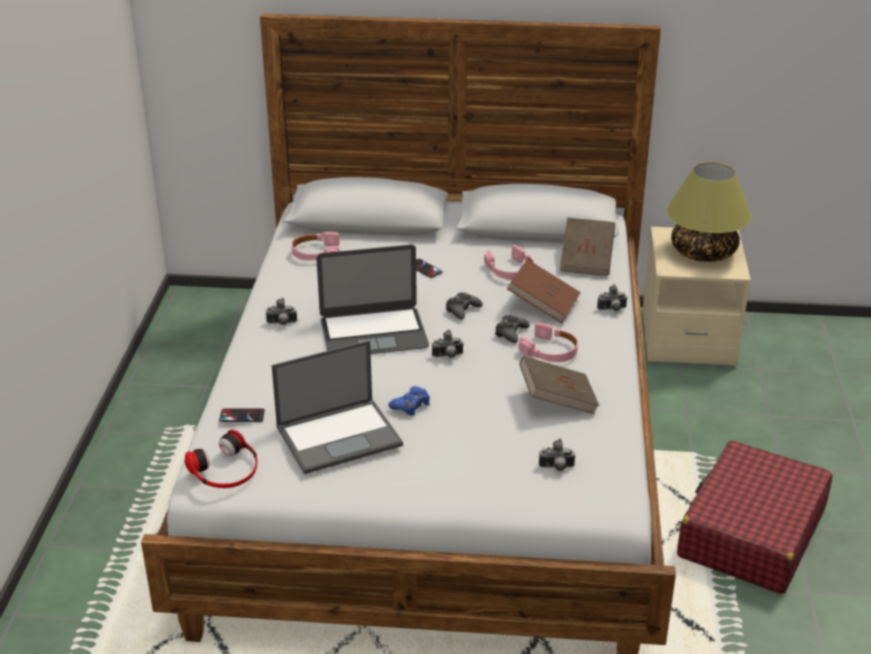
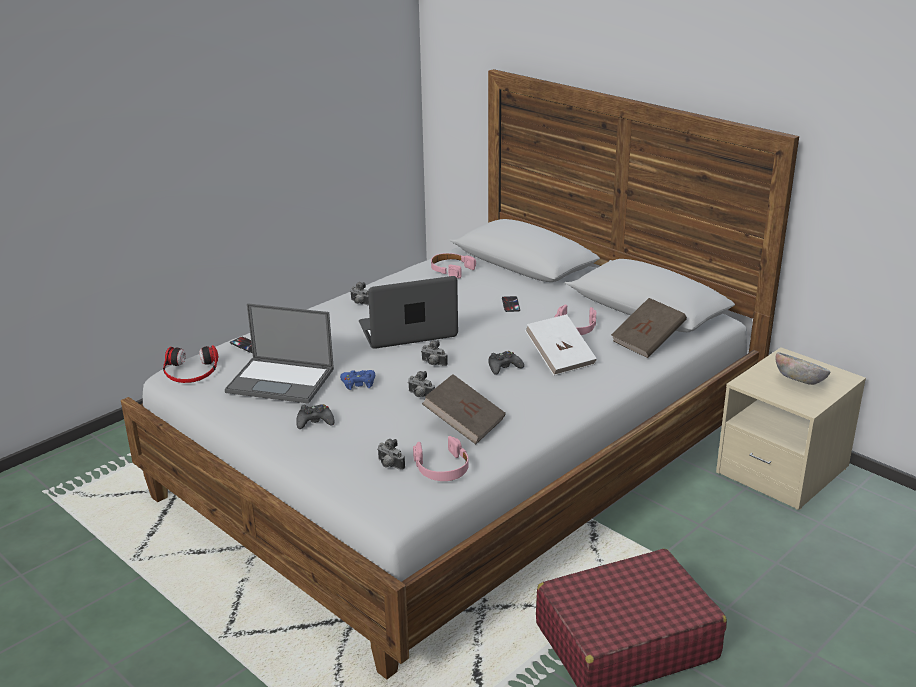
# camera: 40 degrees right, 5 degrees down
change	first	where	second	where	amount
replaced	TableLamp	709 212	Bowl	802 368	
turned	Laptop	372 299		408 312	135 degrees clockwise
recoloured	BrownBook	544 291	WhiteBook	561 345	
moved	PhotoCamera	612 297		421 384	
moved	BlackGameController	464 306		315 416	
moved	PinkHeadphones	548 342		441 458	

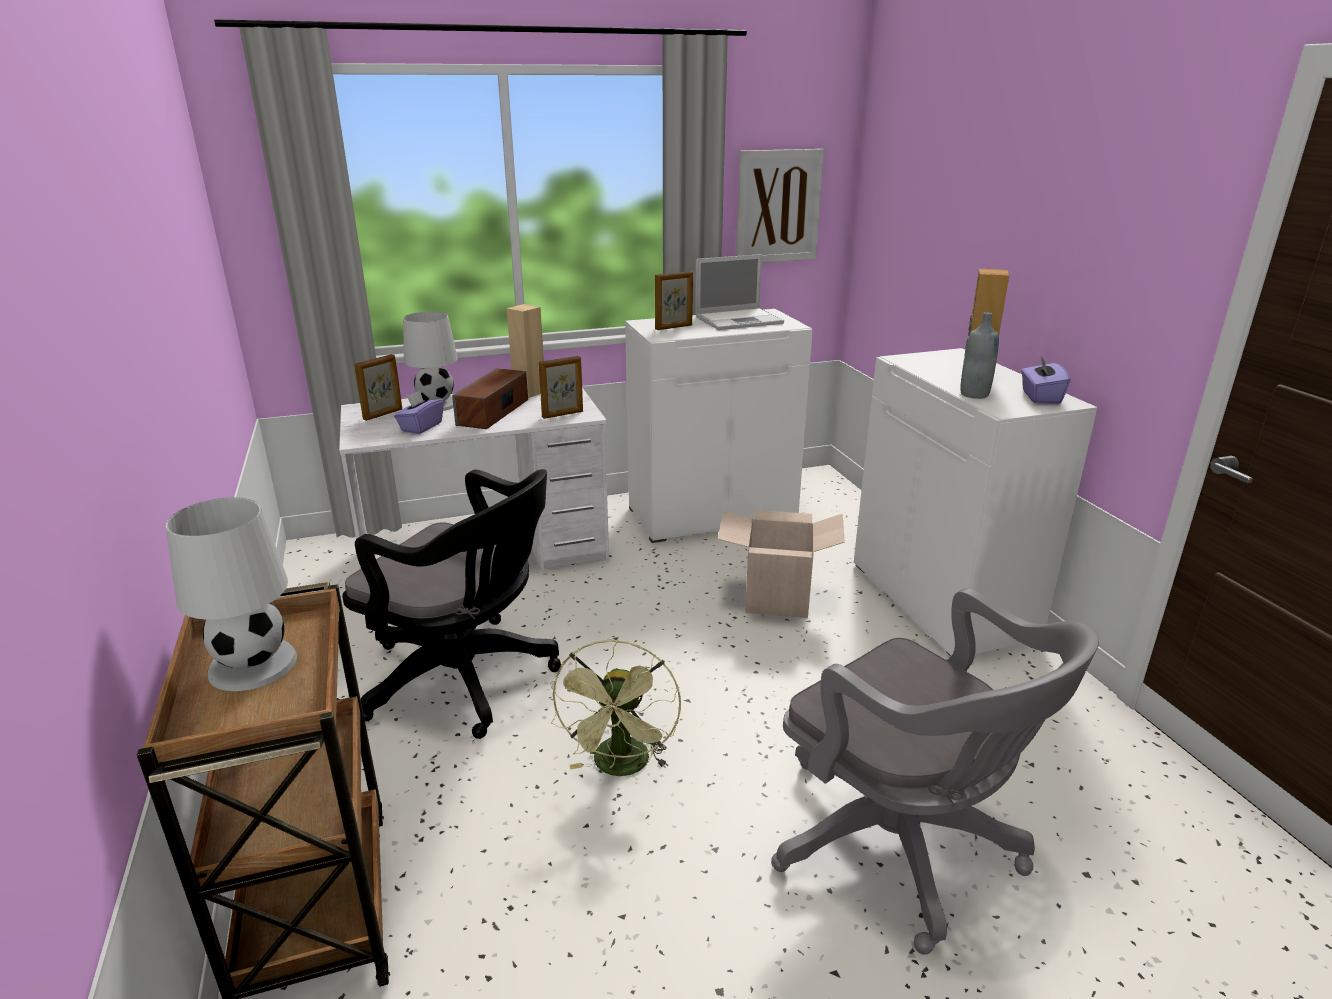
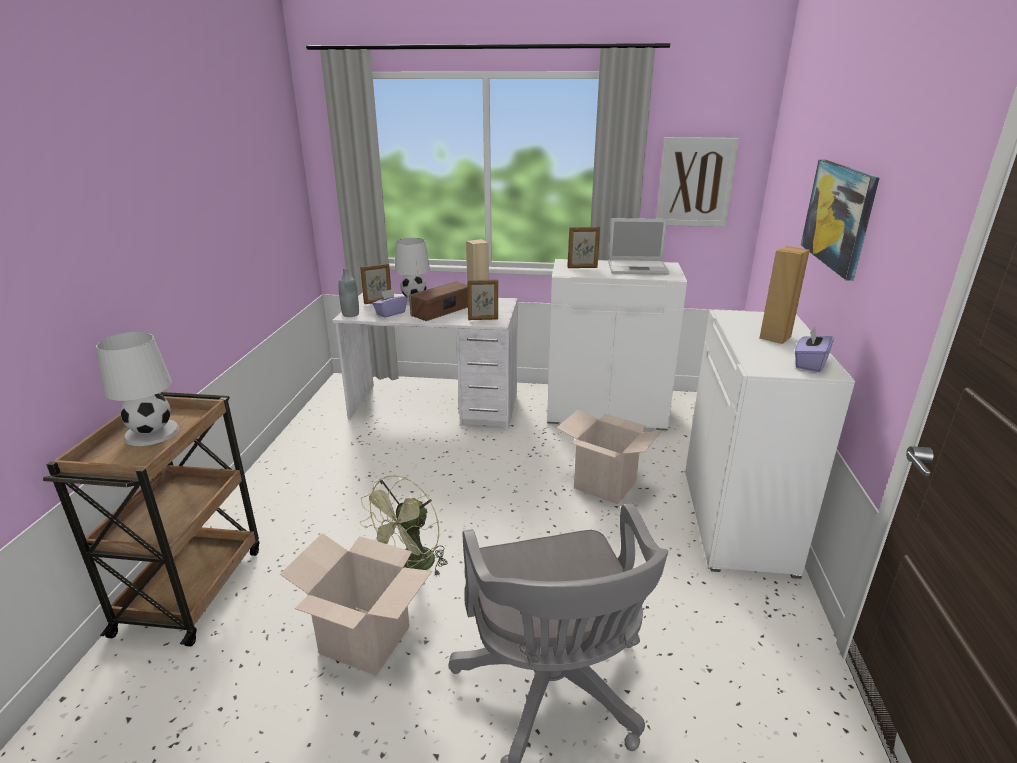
# camera: 25 degrees right, 0 degrees up
change	first	where	second	where	amount
moved	GreyBottle	979 355		348 292	
removed	BlackOfficeChair	451 604			
added			Picture	840 220	
added			CardboardBox	356 604	

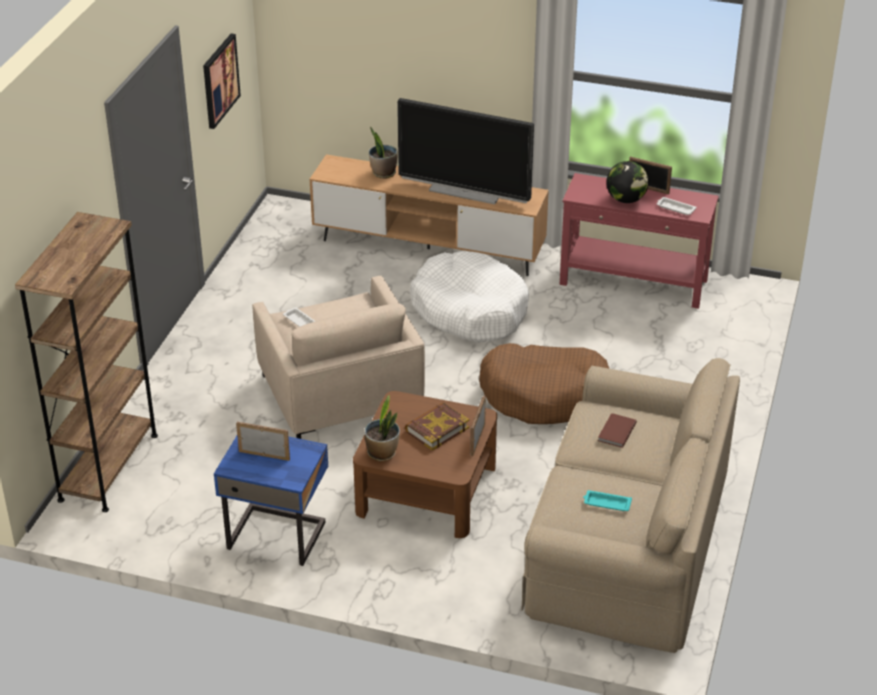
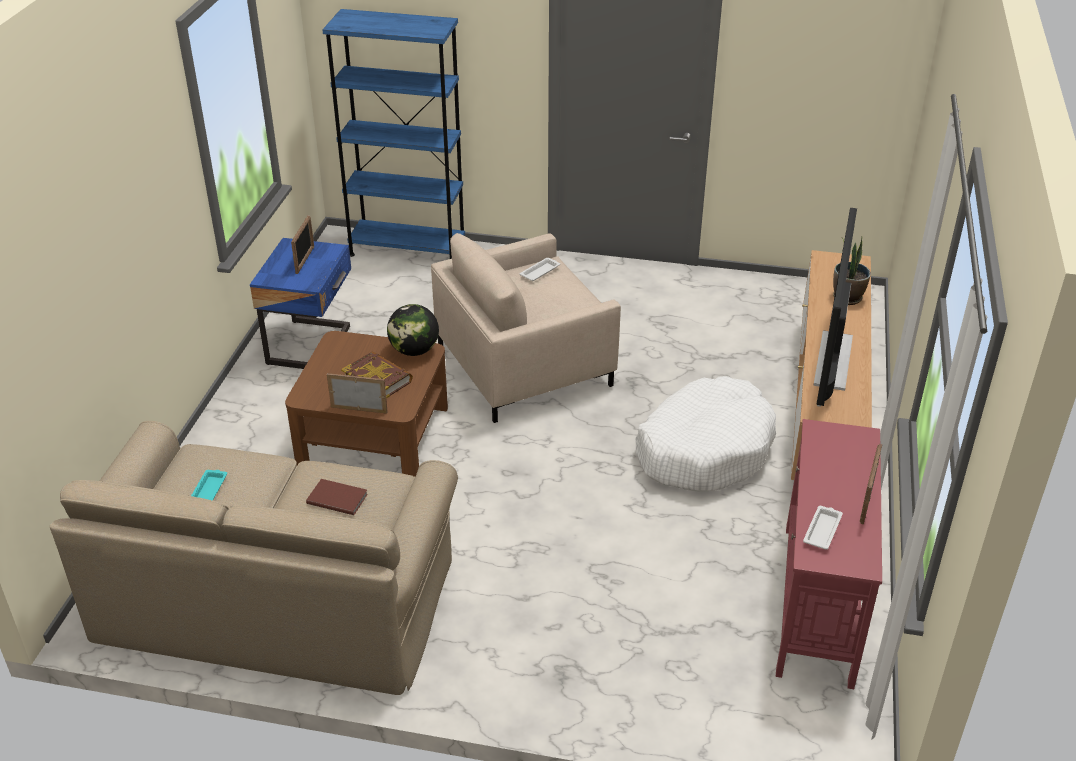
# camera: 85 degrees right, 0 degrees up
change	first	where	second	where	amount
removed	Picture	222 81			
moved	Globe	627 182		413 330	
recoloured	BrownBookcase	86 362	BlueBookcase	393 134	
removed	BrownDogBed	544 383			
removed	PottedPlant	382 428			

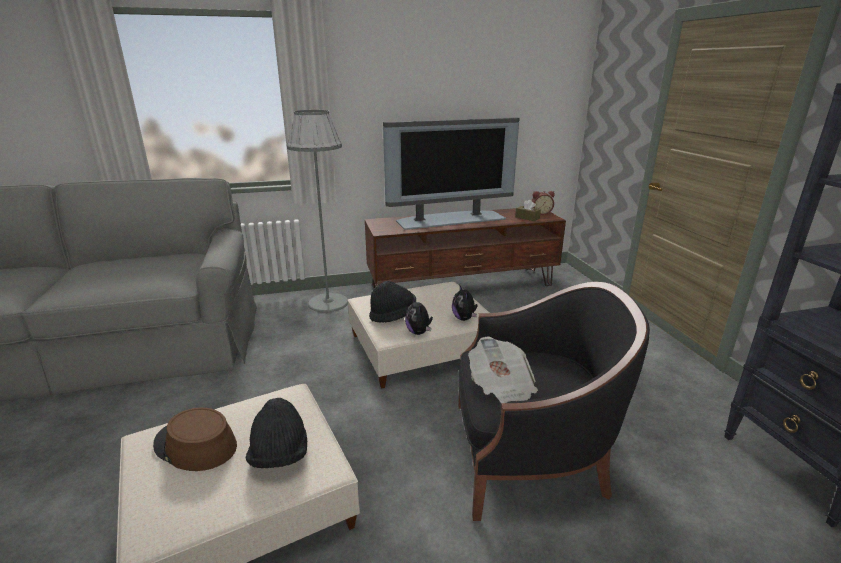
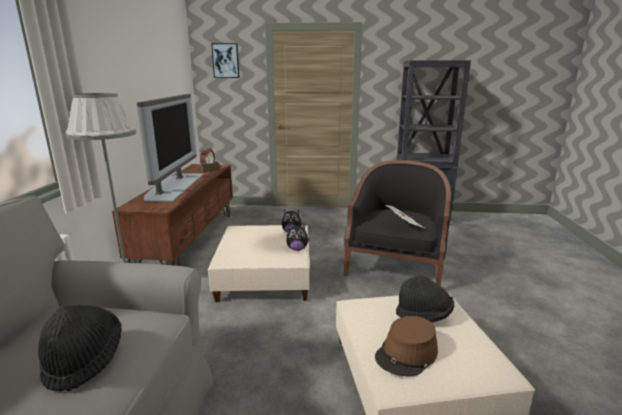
# camera: 70 degrees left, 5 degrees down
change	first	where	second	where	amount
moved	BlackHat	392 302		80 348	
added			Picture	225 60	

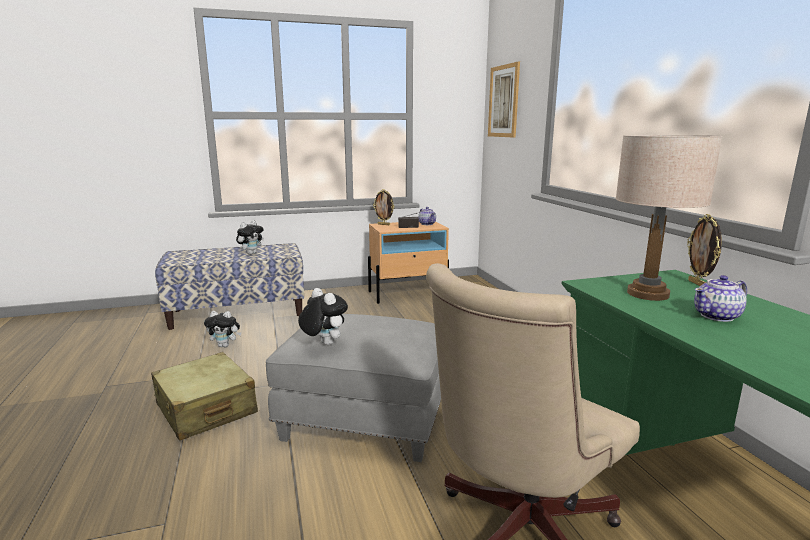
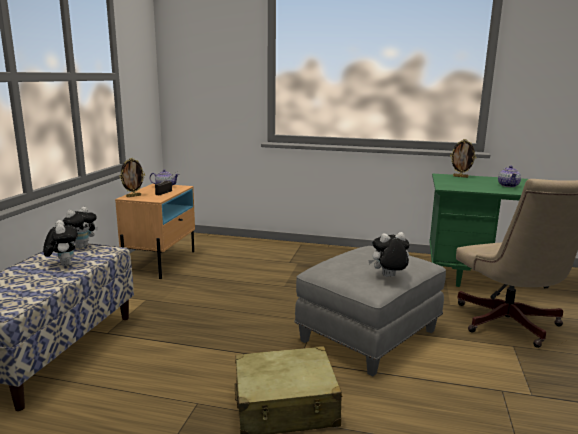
# camera: 60 degrees left, 0 degrees up
change	first	where	second	where	amount
removed	Picture	504 99			
removed	BeigeTableLamp	669 218			
moved	PlushToy	222 329		80 227	

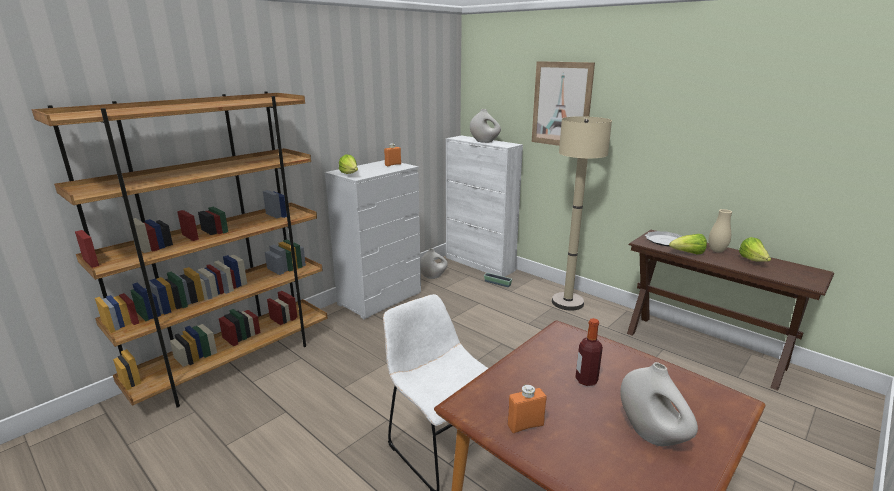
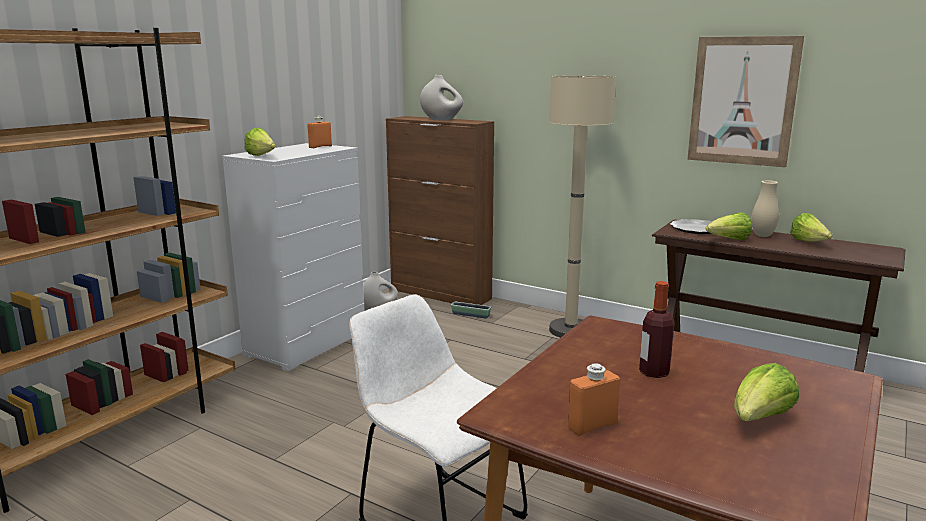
# camera: 10 degrees left, 5 degrees down
change	first	where	second	where	amount
moved	Picture	563 103		745 101	
recoloured	WhiteCabinet	484 206	BrownCabinet	440 210	
replaced	WhiteVase	659 404	Lettuce	766 392	

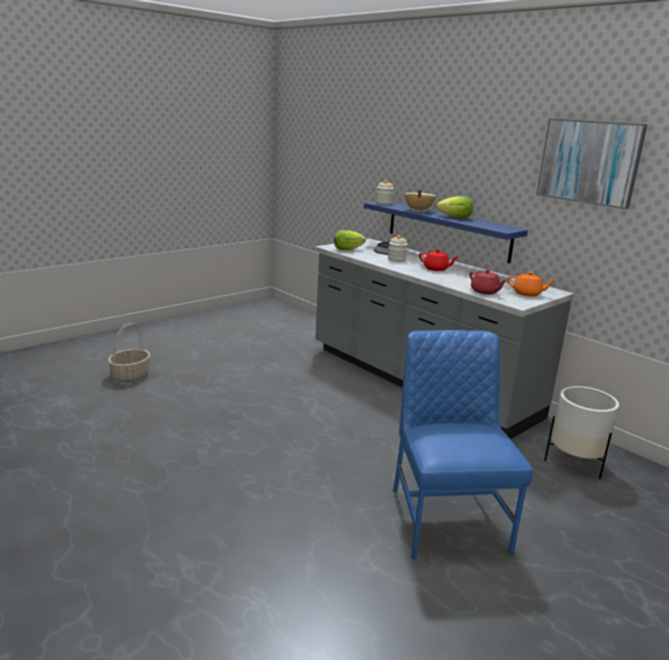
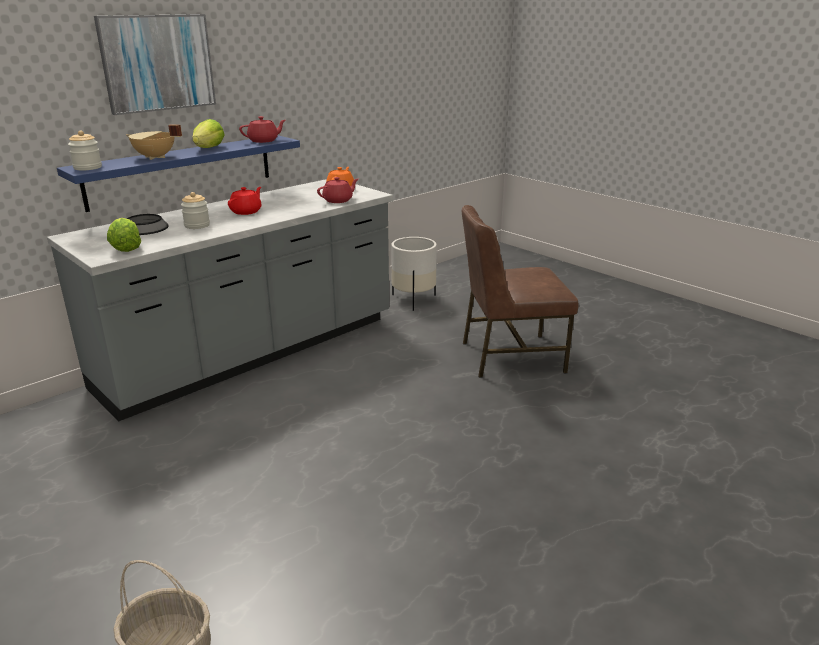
# camera: 90 degrees left, 5 degrees up
change	first	where	second	where	amount
moved	Picture	592 163		155 64	
recoloured	BlueChair	463 444	BrownChair	520 291	
added			RedTeapot	262 129	

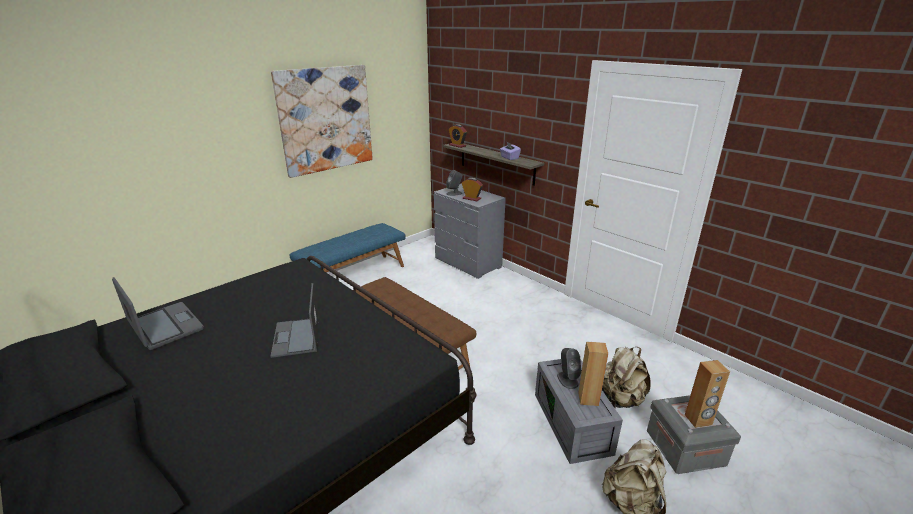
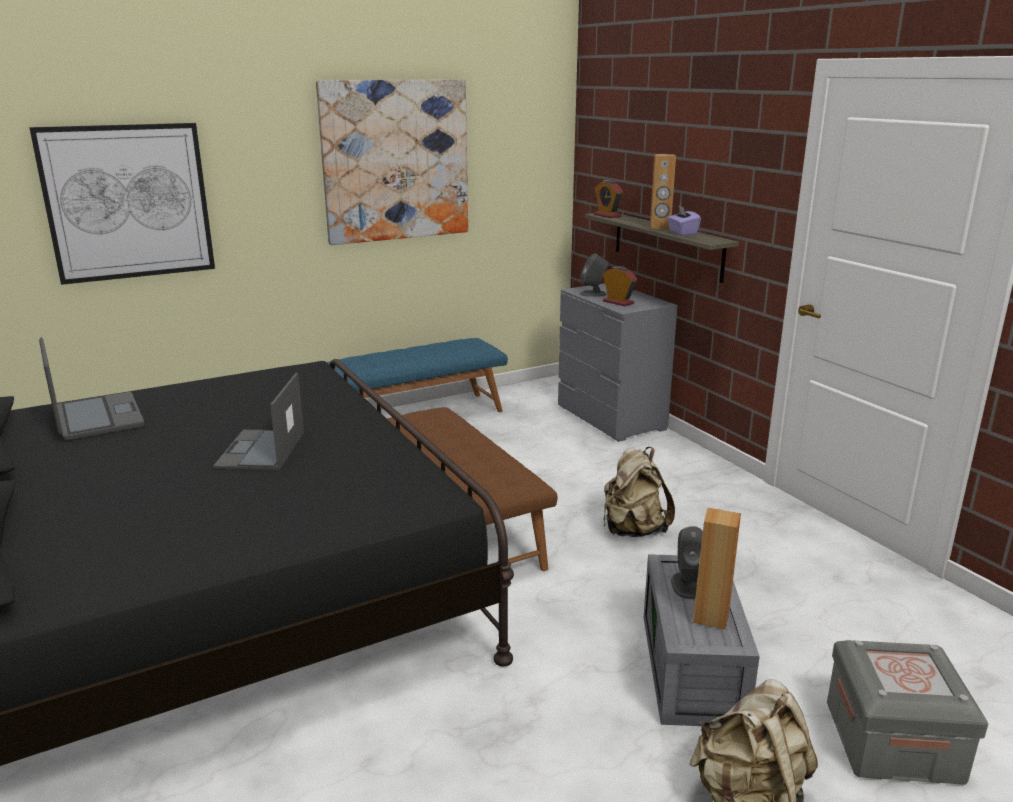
# camera: 15 degrees right, 5 degrees down
change	first	where	second	where	amount
moved	BeigeBackpack	626 377		639 492	
moved	BrownSpeaker	707 394		663 191	
added			Picture	122 204	

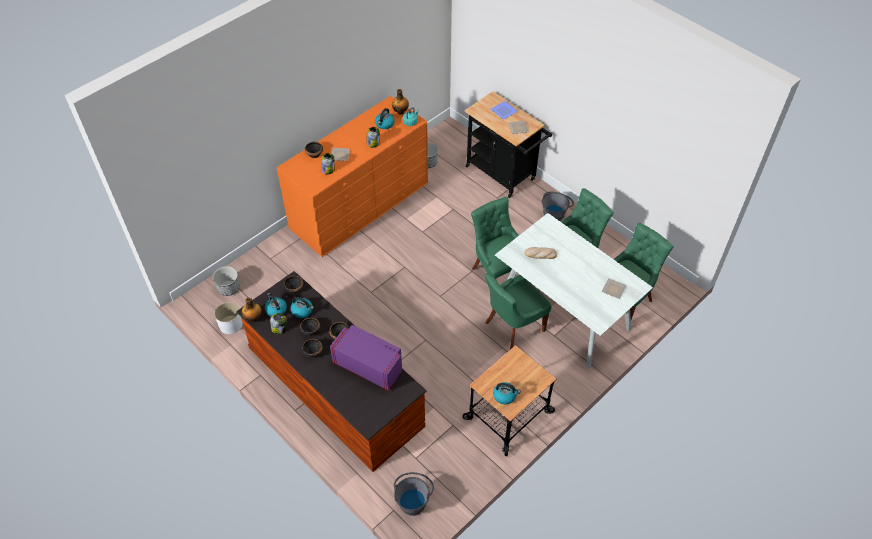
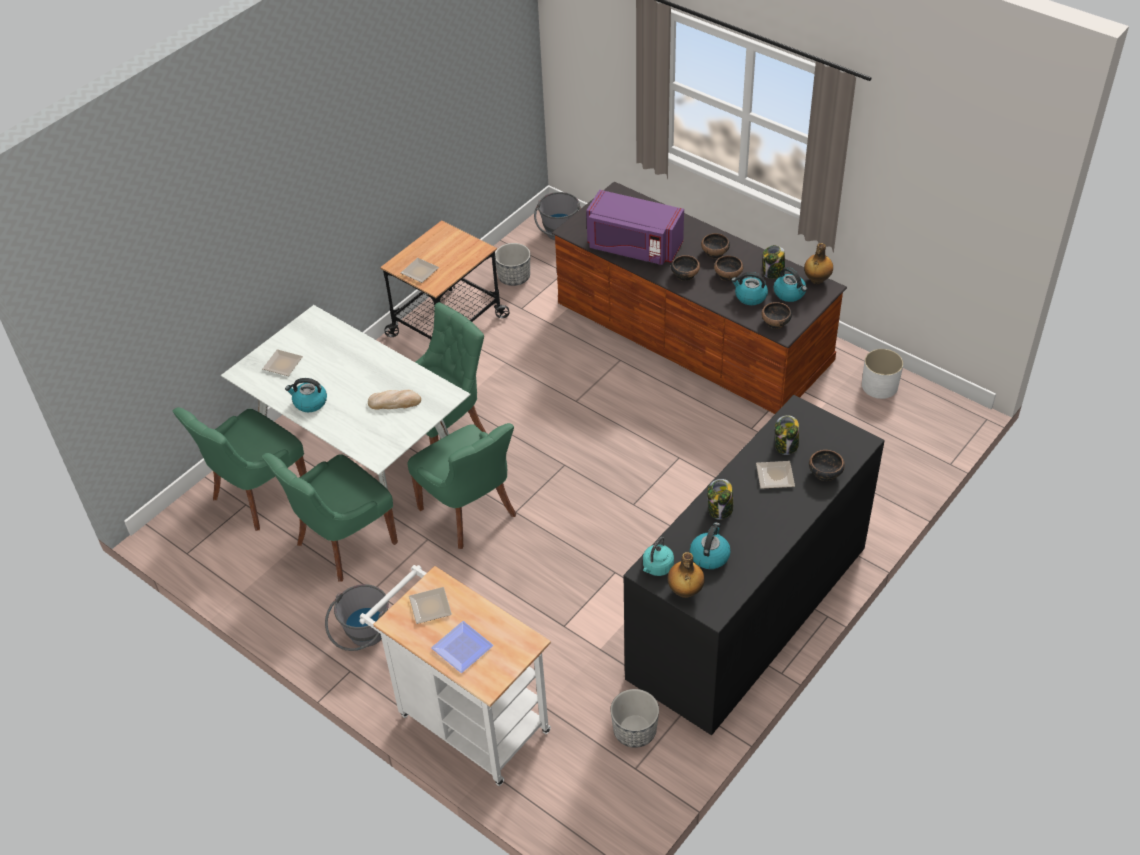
# camera: 175 degrees right, 5 degrees down
change	first	where	second	where	amount
recoloured	BlackCart	508 144	WhiteCart	455 675	
recoloured	OrangeDresser	352 176	BlackDresser	754 565	
moved	Planter	226 281		512 264	
moved	Kettle	507 393		306 395	
added			Plate	420 270	

